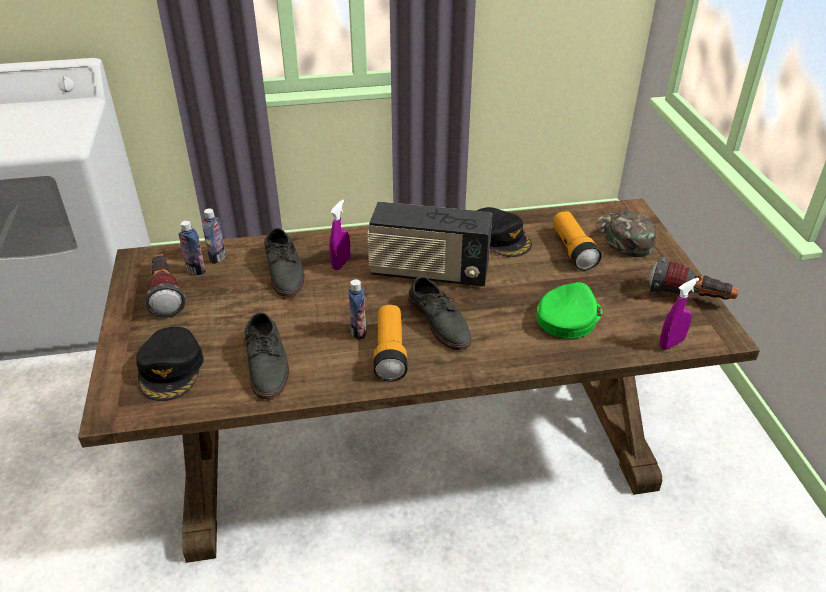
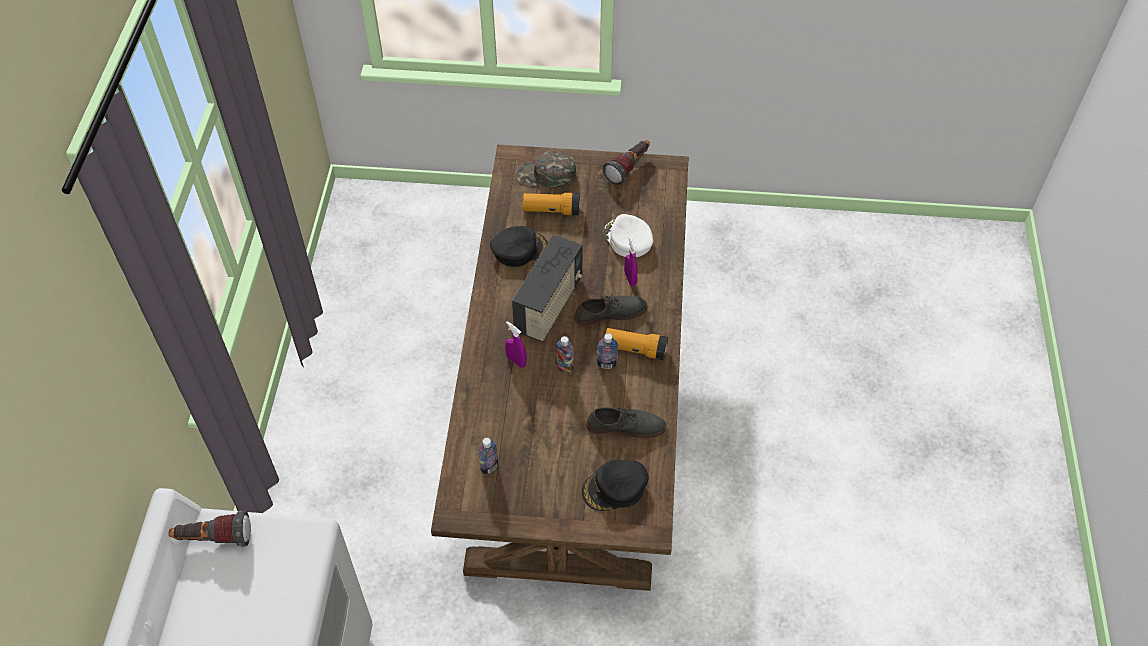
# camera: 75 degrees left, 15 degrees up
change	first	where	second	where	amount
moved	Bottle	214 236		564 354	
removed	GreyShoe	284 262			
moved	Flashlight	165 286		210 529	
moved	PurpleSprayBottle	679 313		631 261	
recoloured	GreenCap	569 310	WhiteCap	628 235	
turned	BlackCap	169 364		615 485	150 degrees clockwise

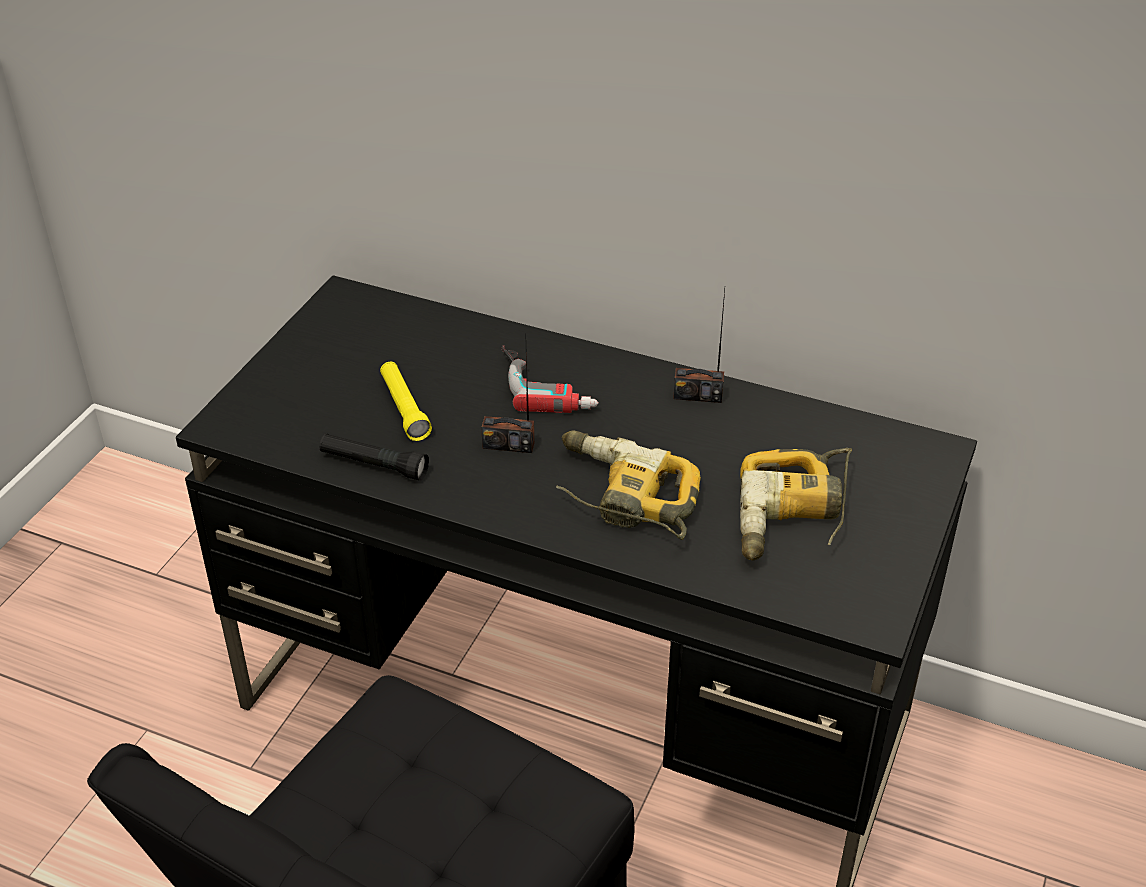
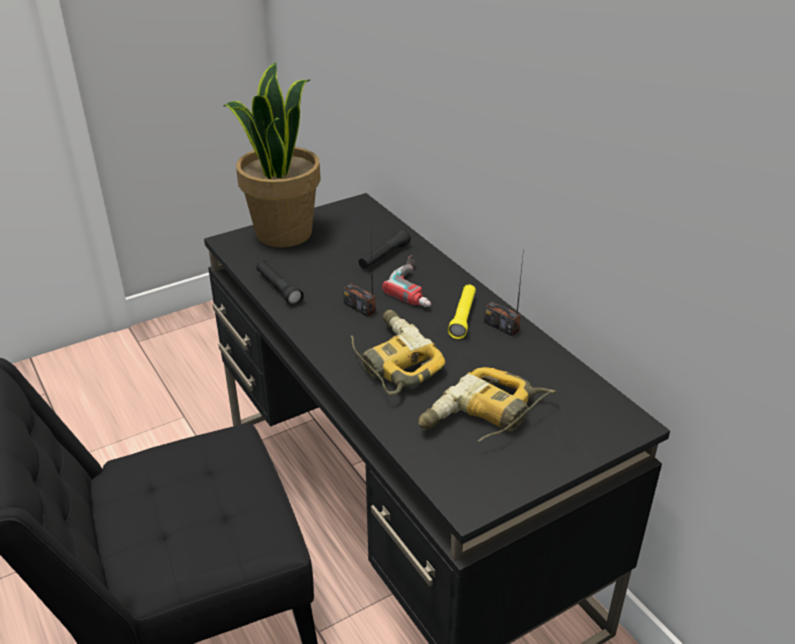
# camera: 35 degrees right, 5 degrees down
change	first	where	second	where	amount
moved	YellowFlashlight	406 401		462 311	
added			PottedPlant	272 155	
added			BlackFlashlight	384 249	

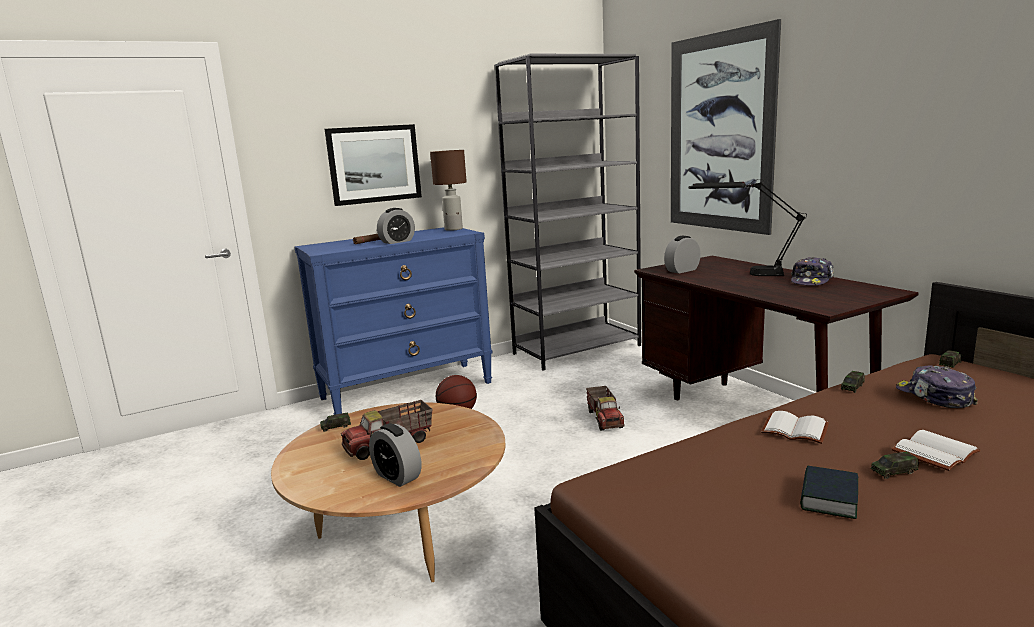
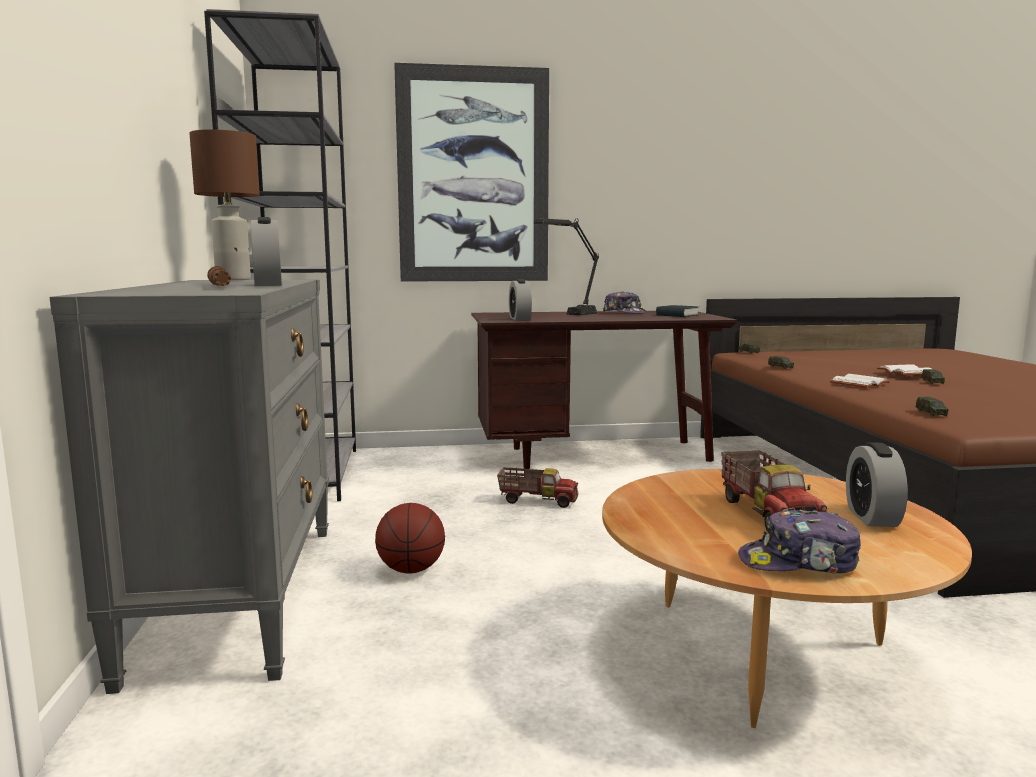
# camera: 70 degrees left, 5 degrees down
change	first	where	second	where	amount
removed	Picture	373 165			
recoloured	BlueDresser	393 321	GreyDresser	189 486	
moved	Cap	937 387		799 540	
moved	ToyCar	335 422		931 406	
turned	AlarmClock	395 455		877 484	120 degrees clockwise
moved	Book	829 492		677 311	

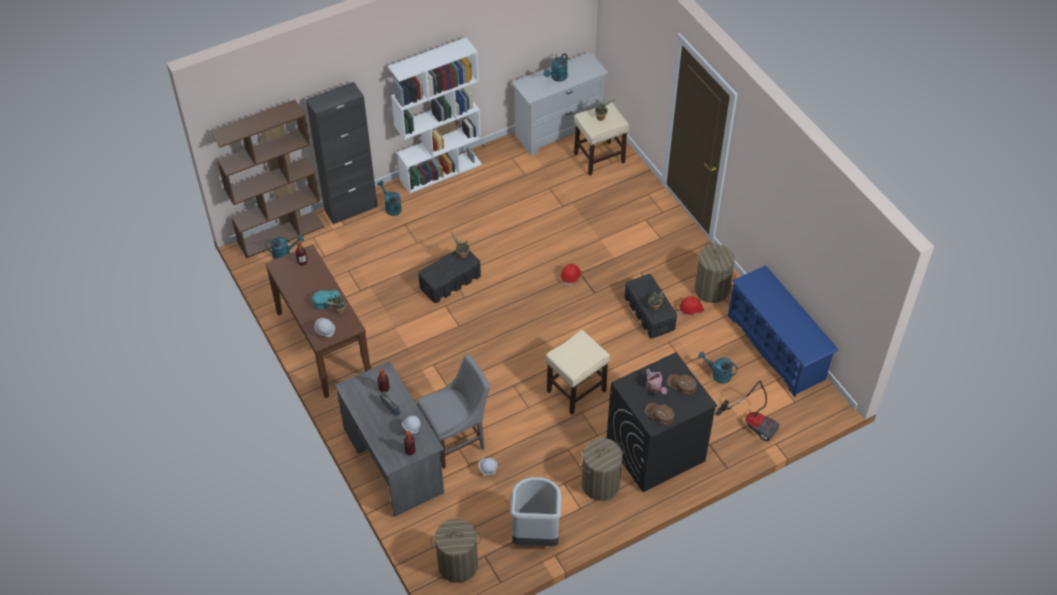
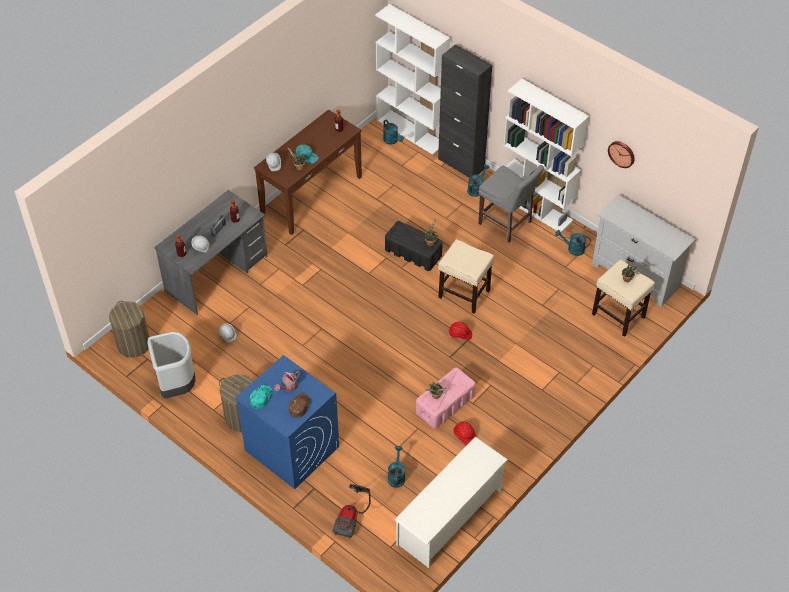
# camera: 70 degrees right, 0 degrees up
change	first	where	second	where	amount
moved	TurquoiseWateringCan	556 67		573 243	
recoloured	BrownBookcase	267 179	WhiteBookcase	412 79	
removed	LaundryBasket	715 273			
recoloured	BlueShoeRack	783 331	WhiteShoeRack	451 502	
recoloured	BlackStorageBox	651 306	PinkStorageBox	445 398	
moved	BeigeStool	578 372		466 276	
recoloured	BlackWashingMachine	662 422	BlueWashingMachine	287 422	
moved	GreyChair	453 412		511 203	
recoloured	BrownCap	659 414	TurquoiseCap	261 397	
added			WallClock	621 154	

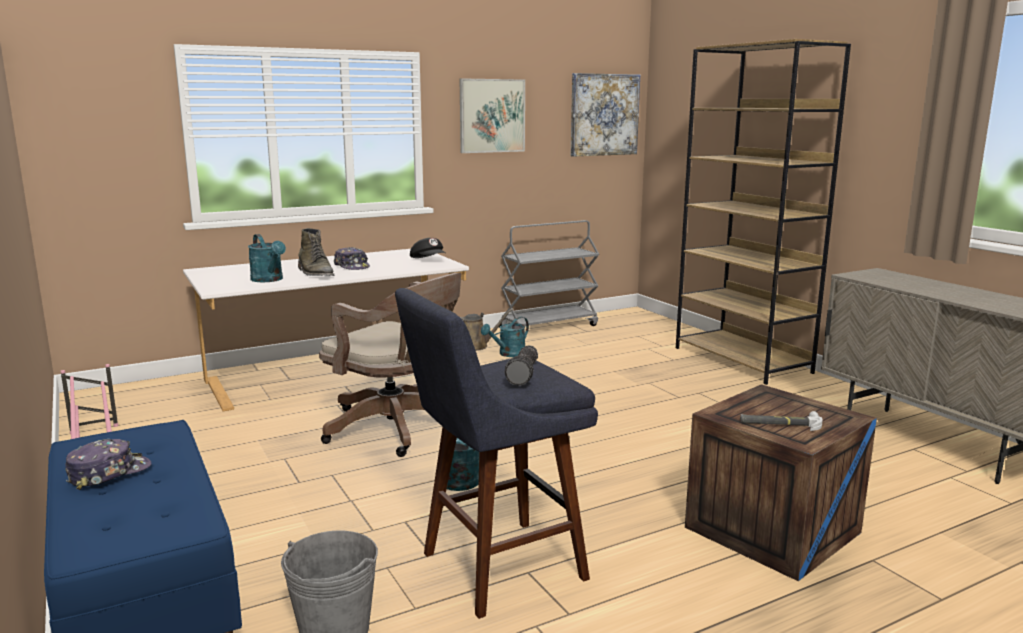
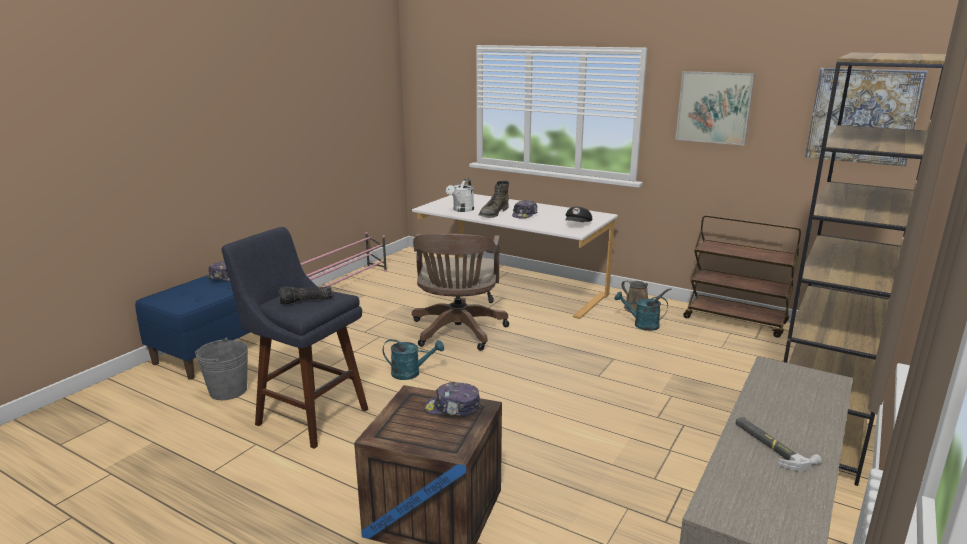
# camera: 60 degrees right, 5 degrees up
change	first	where	second	where	amount
recoloured	GreyCart	549 274	BrownCart	742 276	
recoloured	TurquoiseWateringCan	267 258	WhiteWateringCan	460 195	
moved	Hammer	781 421		779 444	
added			Cap	452 399	

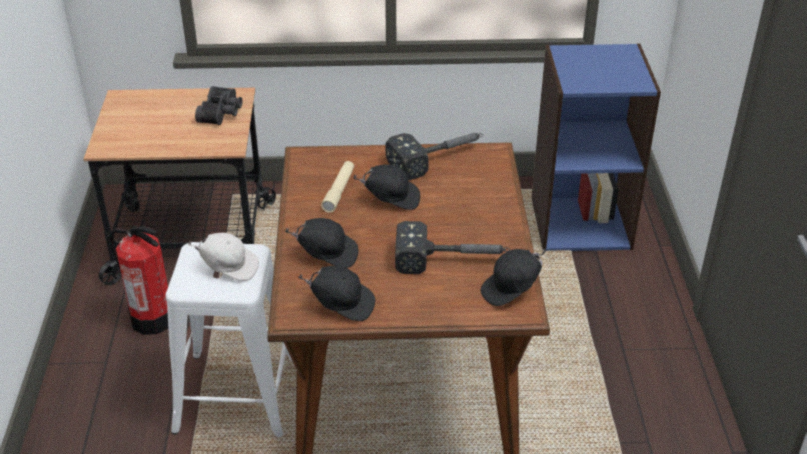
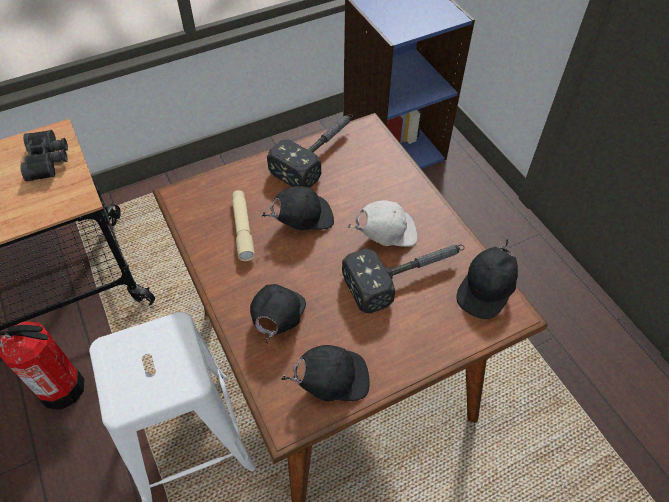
# camera: 25 degrees left, 15 degrees up
change	first	where	second	where	amount
turned	BlackCap	321 243		278 314	60 degrees counterclockwise
moved	WhiteCap	223 257		382 223	

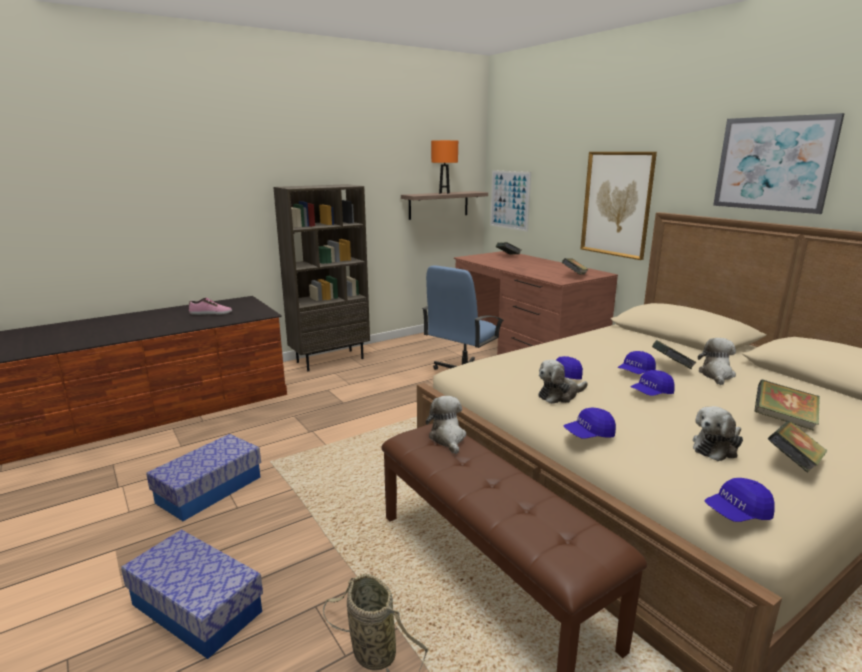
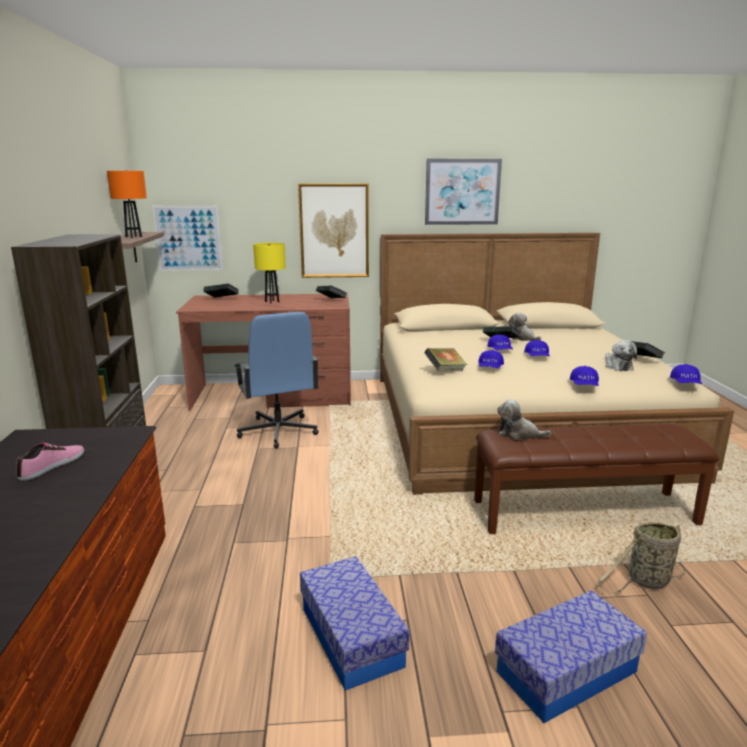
# camera: 60 degrees left, 0 degrees up
change	first	where	second	where	amount
removed	PlushToy	563 382			
moved	Book	787 405		446 359	
added			YellowTableLamp	269 273	

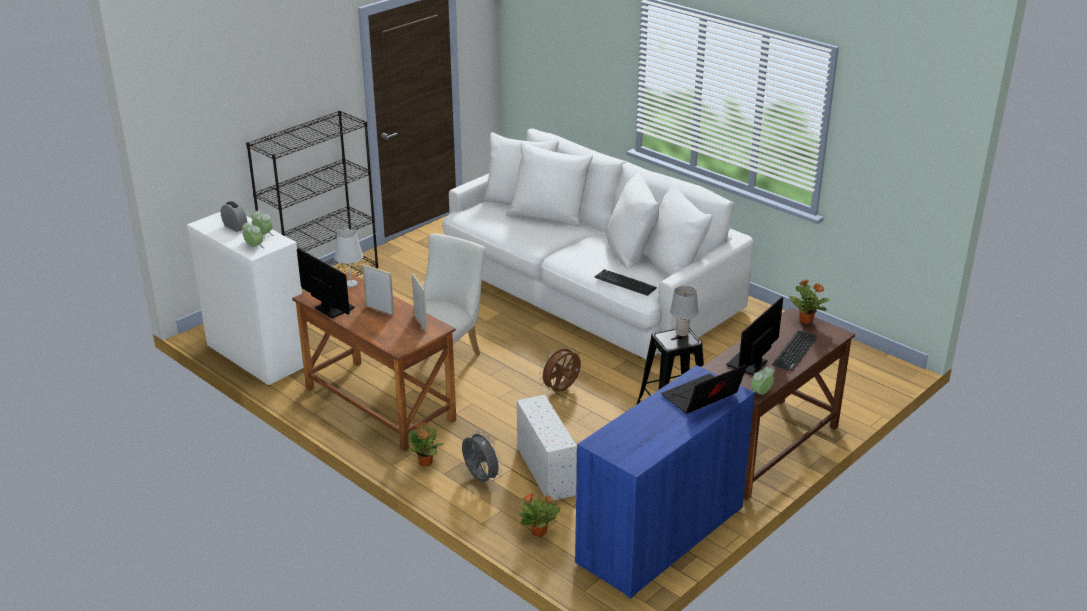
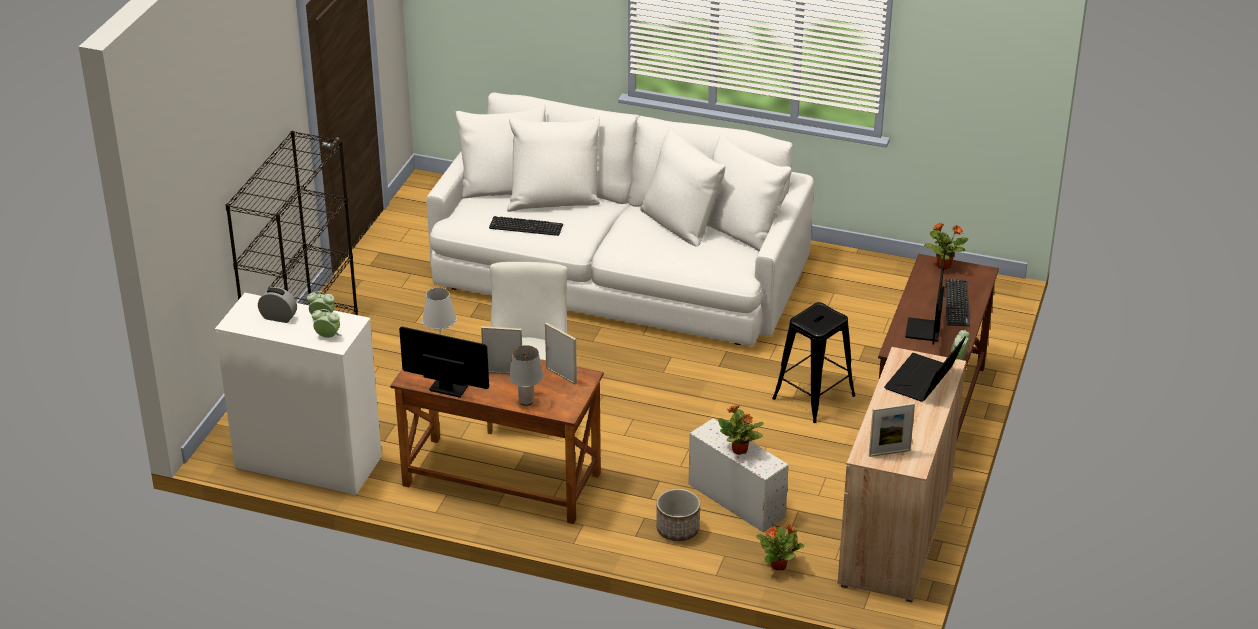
# camera: 25 degrees left, 5 degrees up
change	first	where	second	where	amount
moved	Keyboard	625 282		526 226	
moved	GreyTableLamp	684 311		526 375	
removed	BrownFan	560 368			
recoloured	BlueCabinet	665 482	BeigeCabinet	901 475	
moved	PottedPlant	426 444		741 430	
replaced	GreyFan	482 456	Planter	678 515	
added			PictureFrame	892 430	

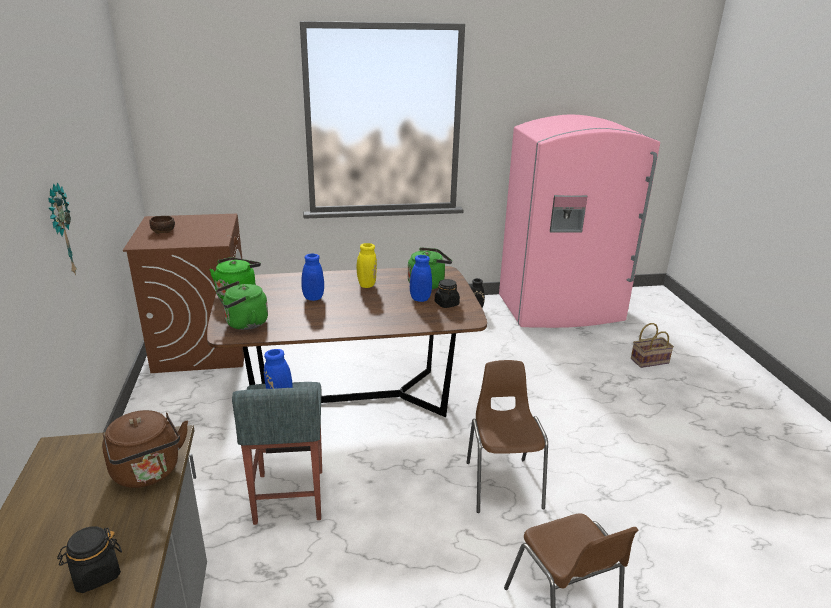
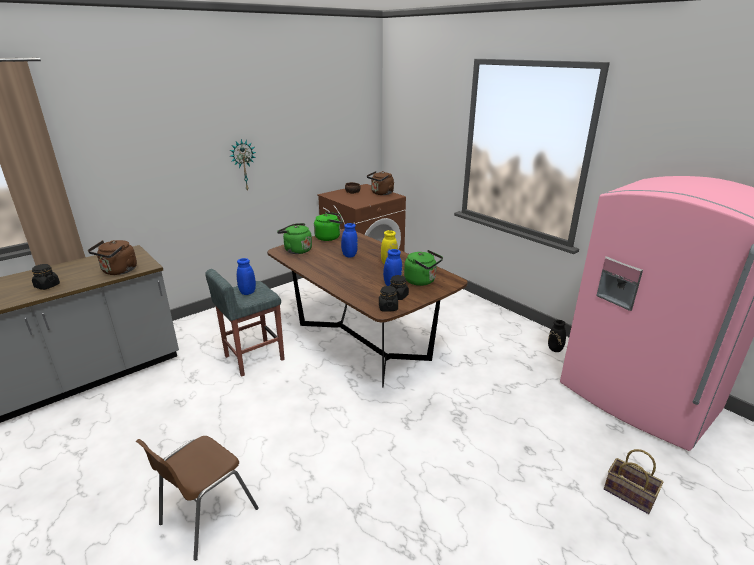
# camera: 60 degrees right, 0 degrees up
change	first	where	second	where	amount
removed	BrownChair	507 436			
added			BrownKettle	380 183	
added			BlackJar	388 299	

